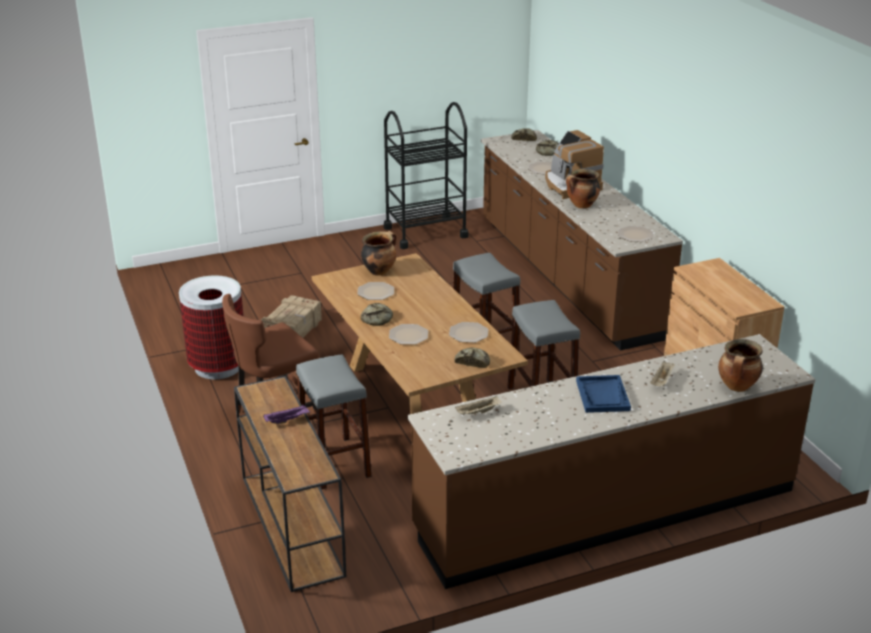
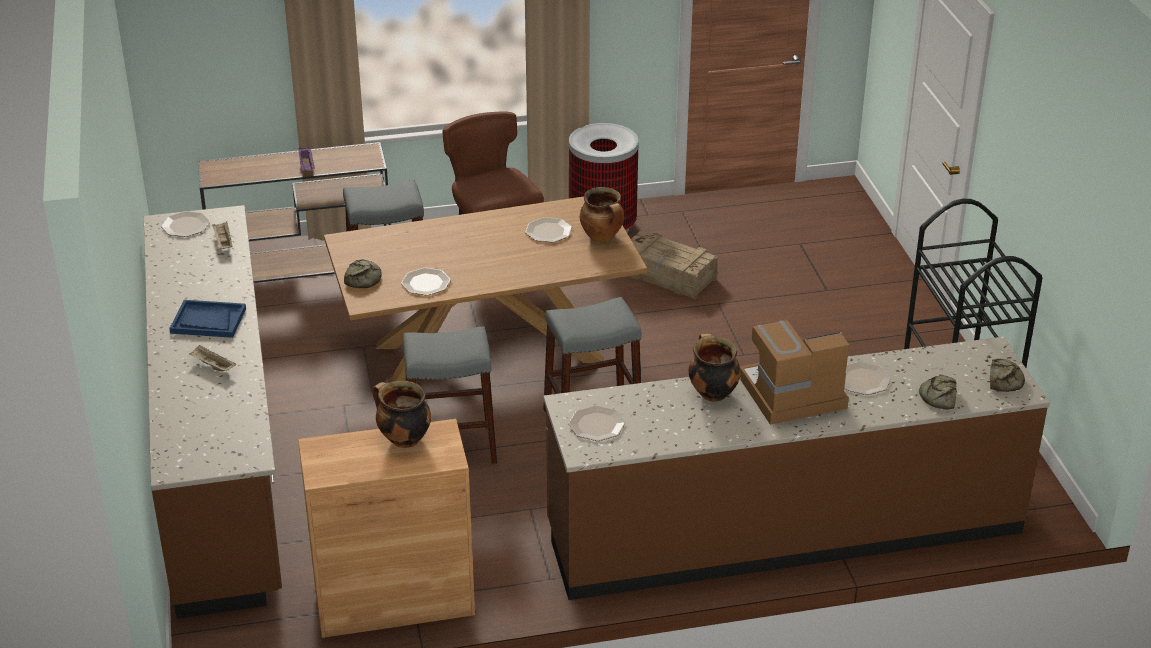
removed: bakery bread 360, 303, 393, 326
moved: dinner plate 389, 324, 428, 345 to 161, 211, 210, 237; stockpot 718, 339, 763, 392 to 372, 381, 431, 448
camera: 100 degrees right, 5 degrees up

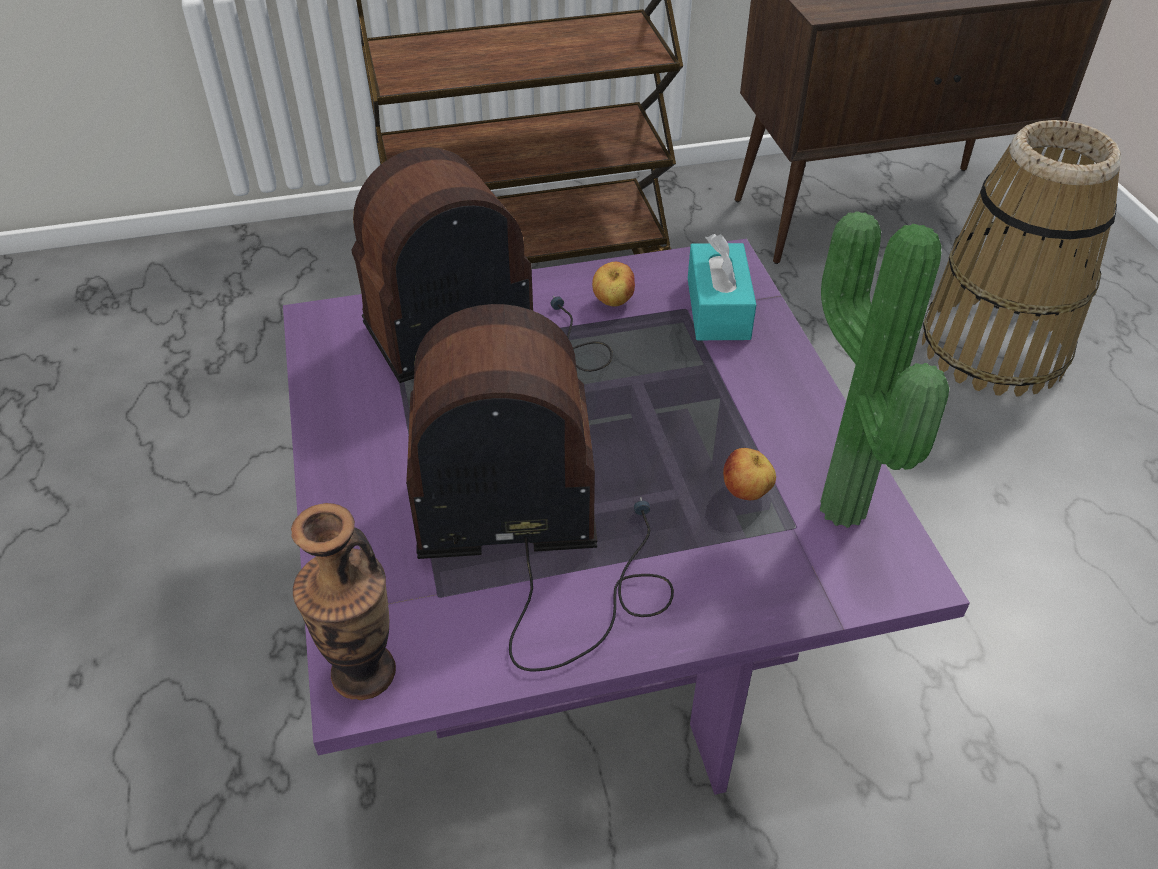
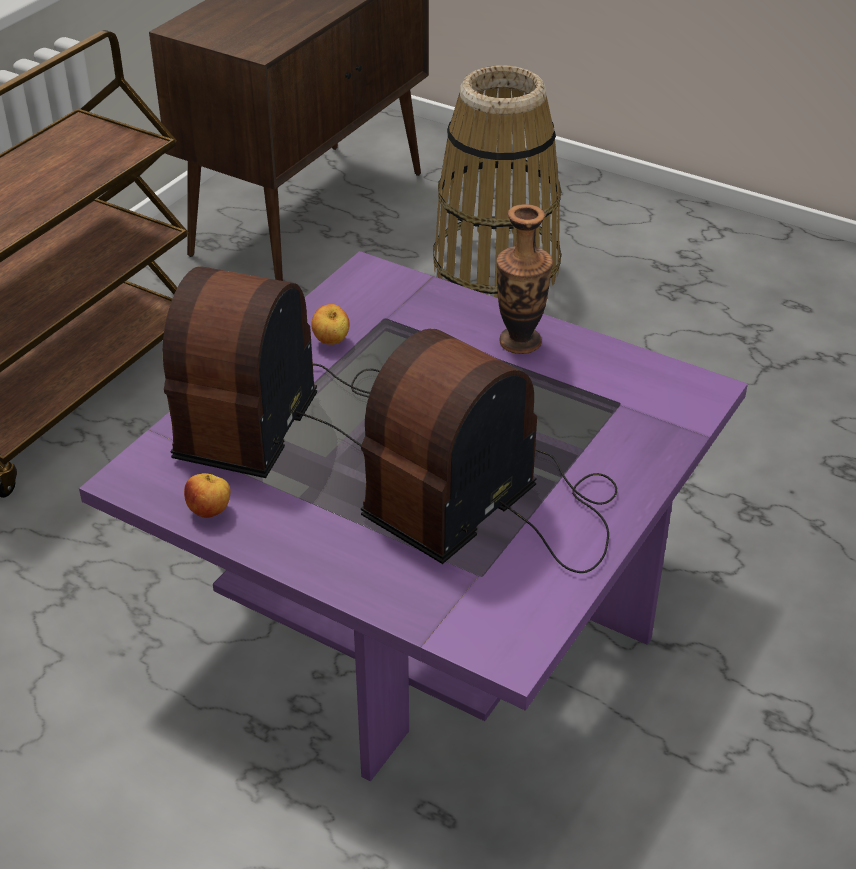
removed: turquoise box of tissues 688, 234, 756, 340; plant in a pot 820, 211, 949, 528
moved: whole apple 723, 448, 776, 500 to 184, 473, 231, 518; flower vase 291, 503, 396, 700 to 496, 204, 553, 354
camera: 45 degrees left, 5 degrees down

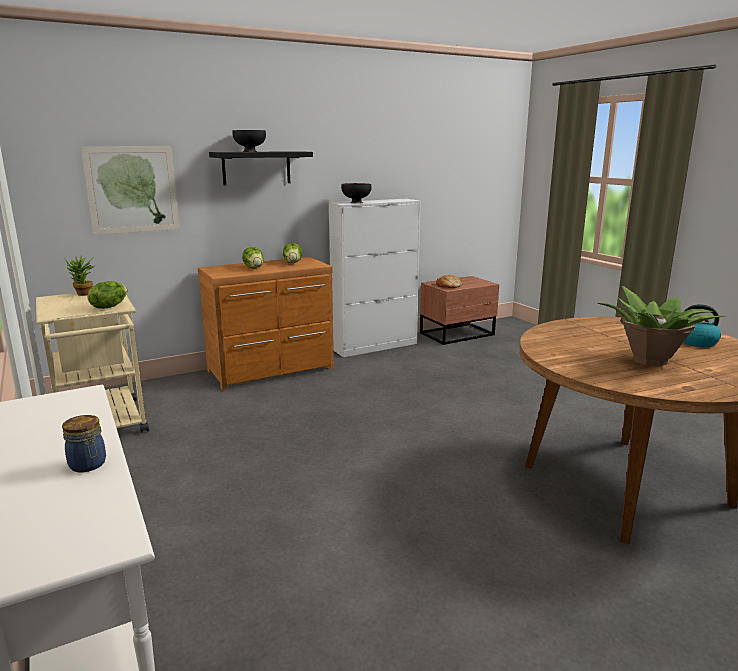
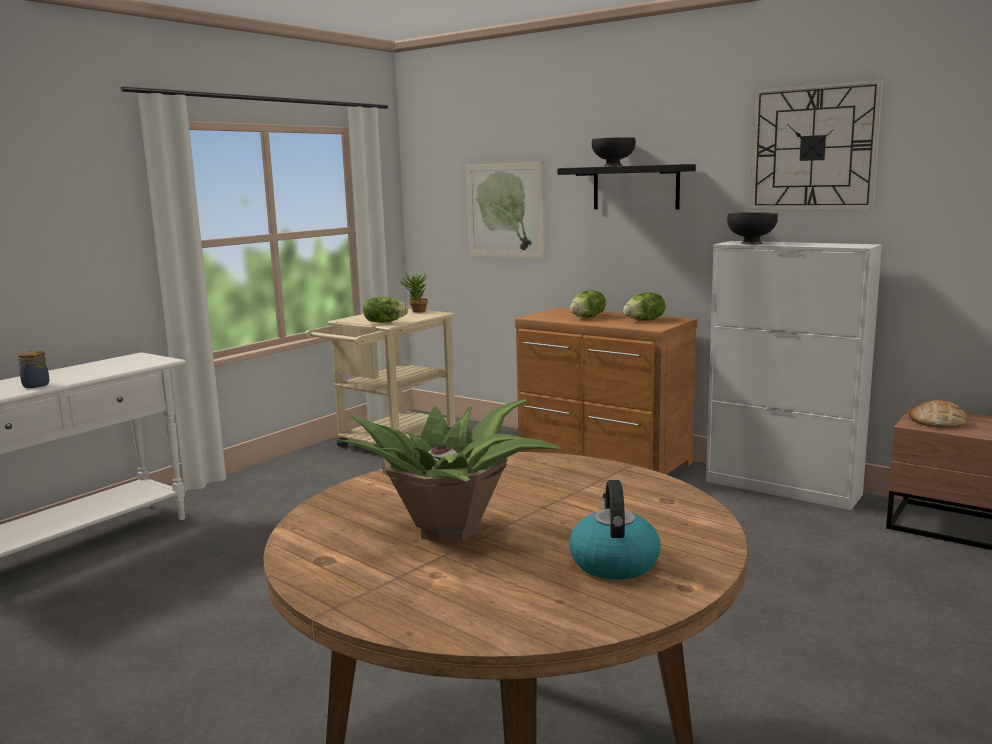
added: clock on the wall 750, 79, 883, 210
camera: 65 degrees right, 5 degrees down

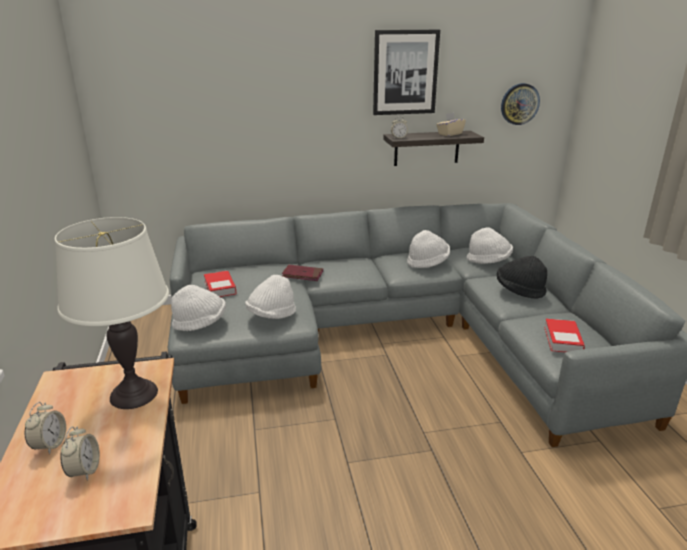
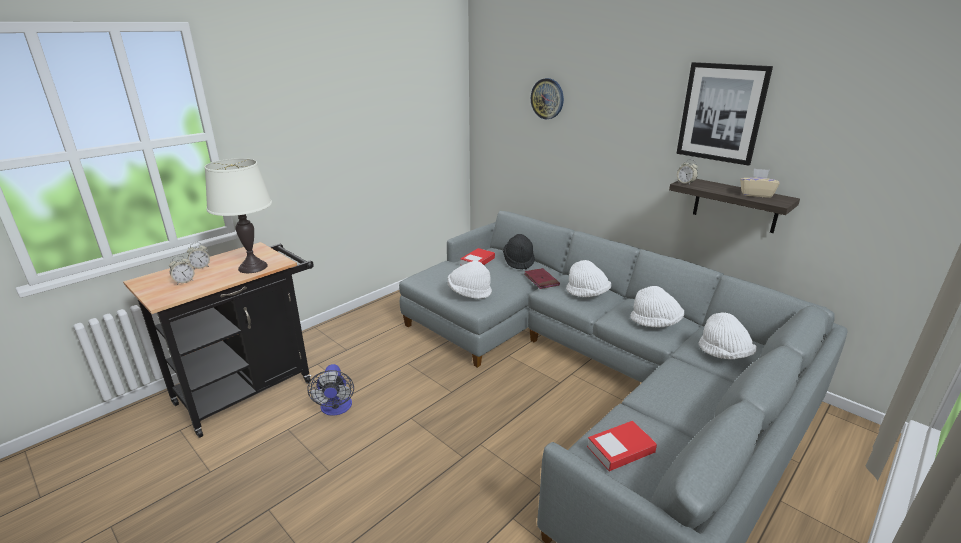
added: cooling fan 307, 364, 354, 416
moved: black-coloured hat 497, 256, 547, 299 to 503, 234, 535, 269; clock on the wall 501, 83, 540, 125 to 531, 78, 564, 119; white hat 171, 285, 226, 331 to 566, 260, 611, 297
camera: 55 degrees right, 0 degrees up

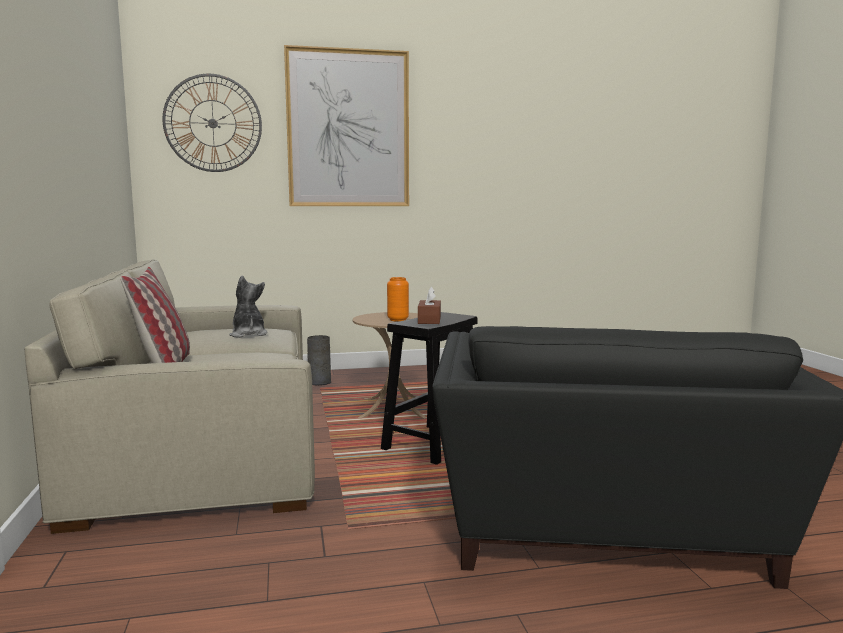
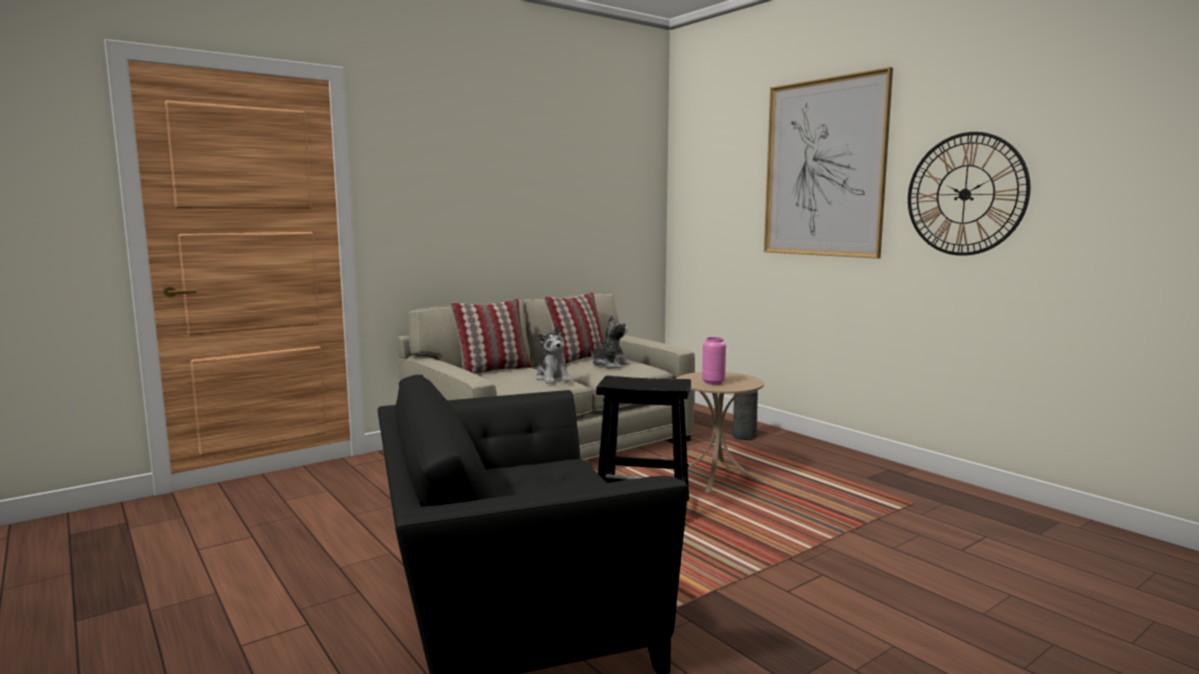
removed: brown-coloured box of tissues 418, 287, 441, 324
added: cuddly toy 536, 325, 571, 384; cushion 544, 292, 604, 363
moved: clock on the wall 163, 74, 262, 172 to 908, 132, 1031, 256
recoloured: orange-coloured flower vase 387, 277, 409, 322 to pink-coloured flower vase 702, 337, 726, 385
camera: 65 degrees right, 0 degrees up

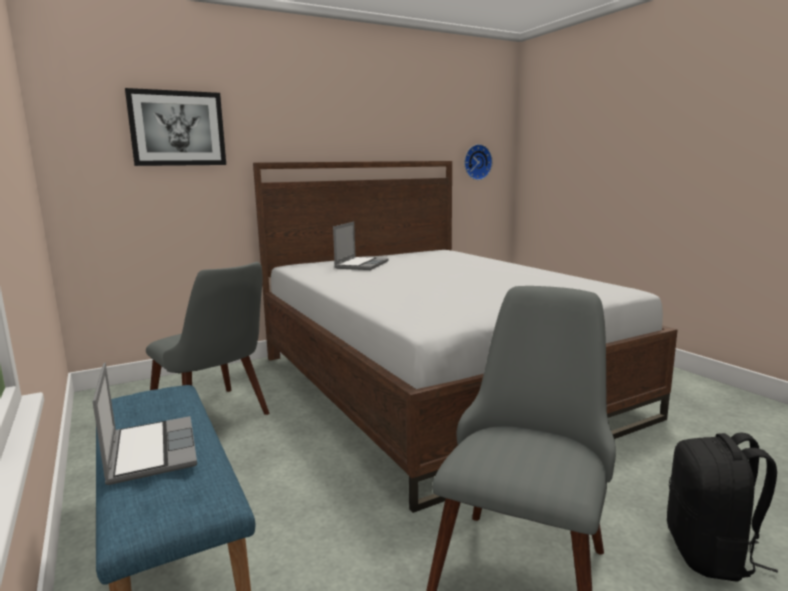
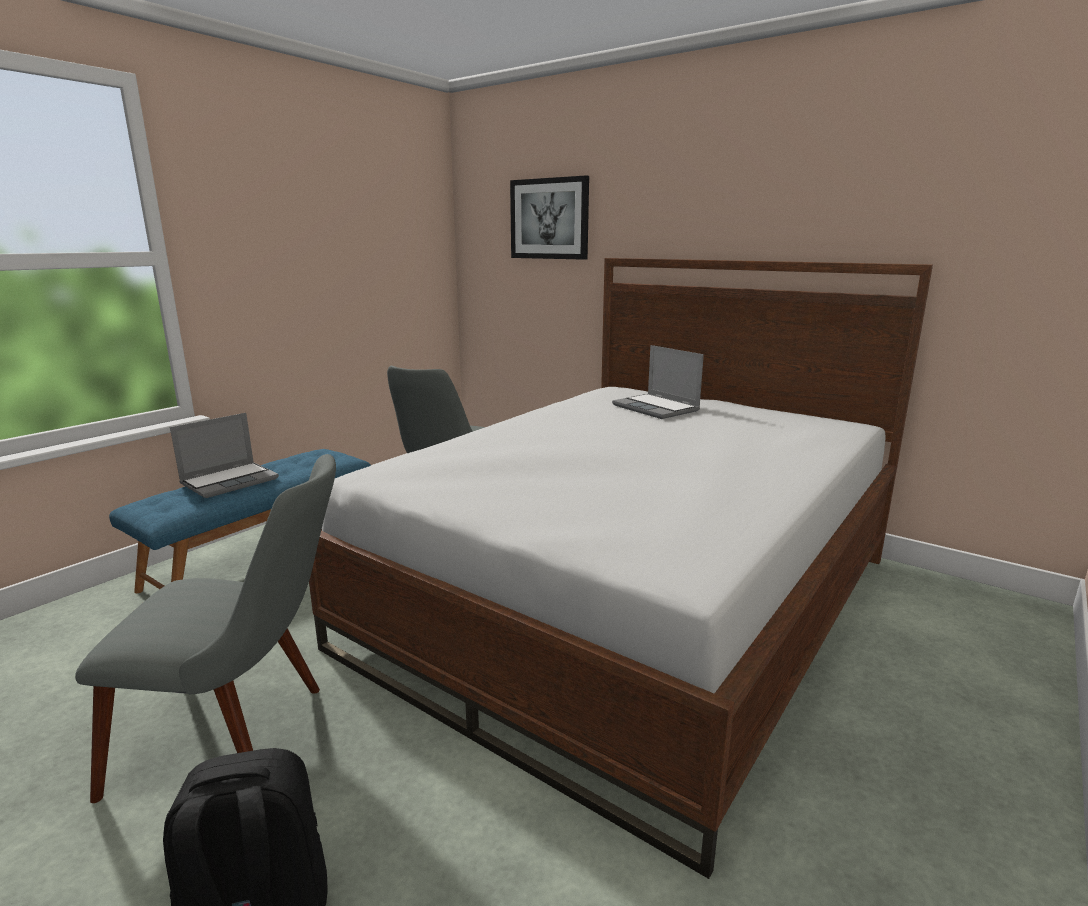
removed: clock on the wall 464, 144, 493, 180
turned: notebook computer 333, 222, 388, 270 = 612, 345, 704, 419 60 degrees clockwise
camera: 65 degrees right, 5 degrees up

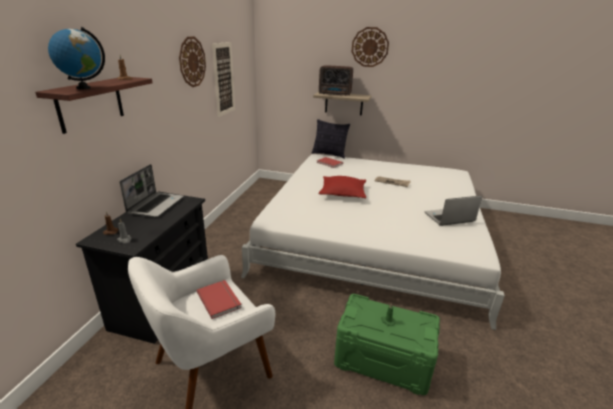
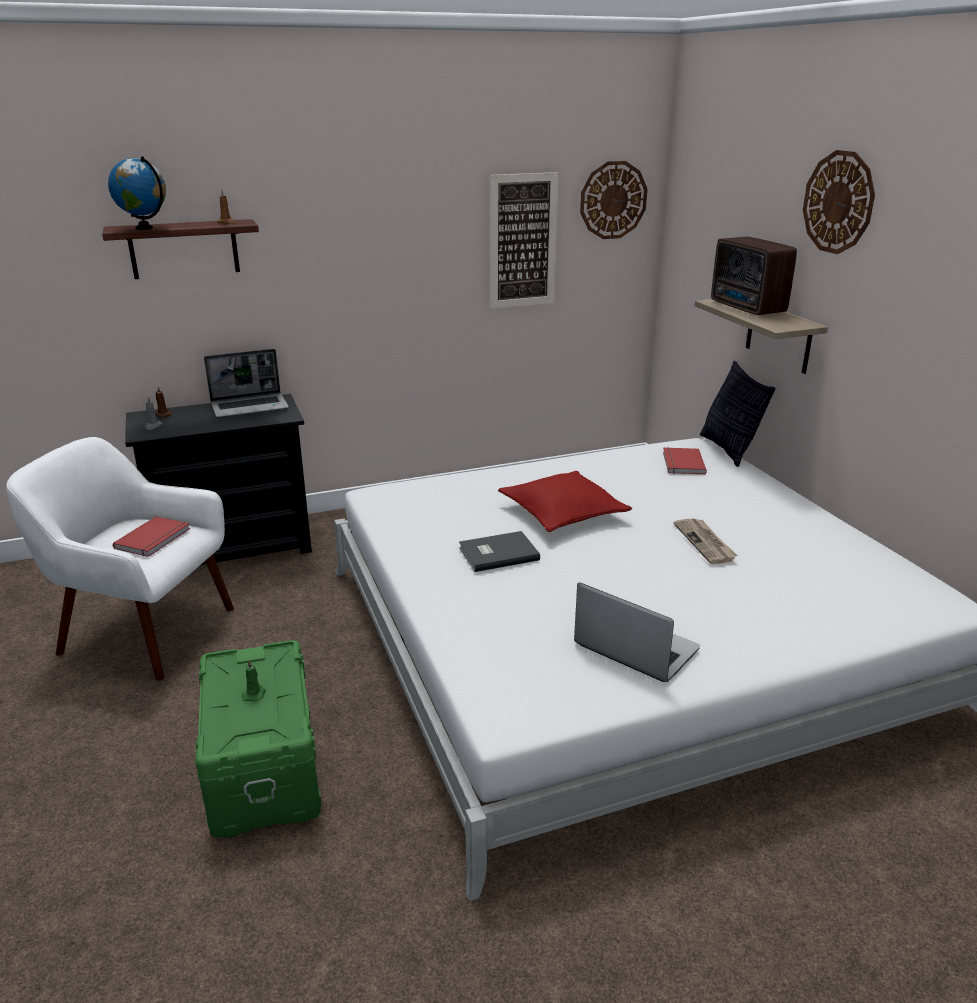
added: gray book 459, 531, 540, 572
moved: clock on the wall 179, 36, 206, 87 to 580, 161, 647, 239
camera: 55 degrees right, 0 degrees up

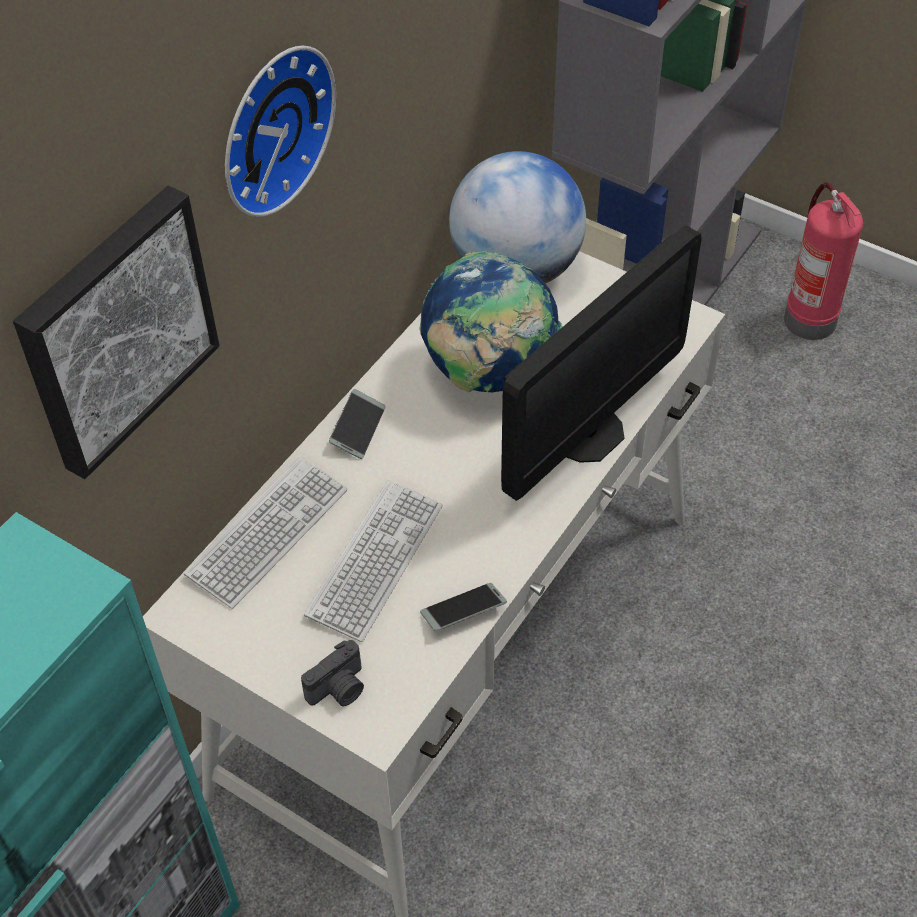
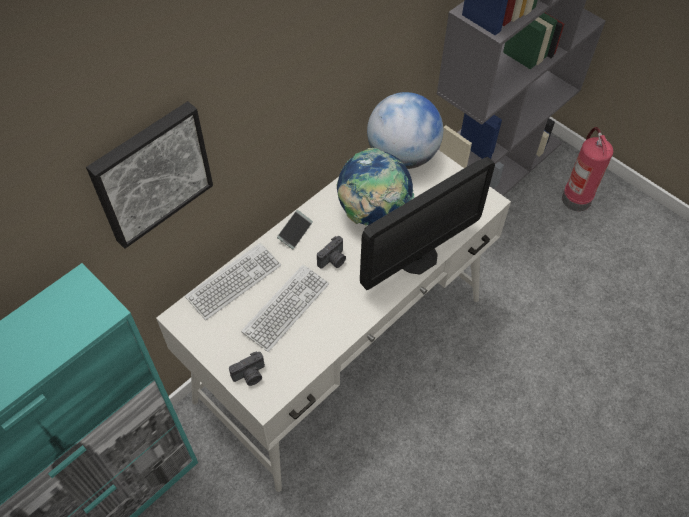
removed: clock on the wall 225, 46, 336, 217; phone 420, 583, 507, 631
added: still camera 317, 236, 346, 269
camera: 10 degrees right, 5 degrees up

